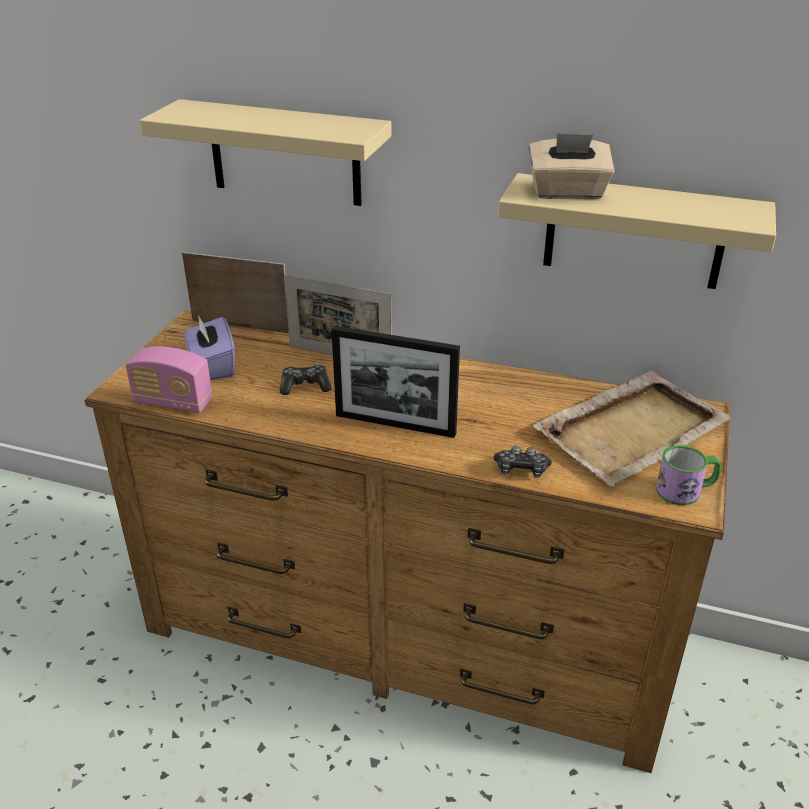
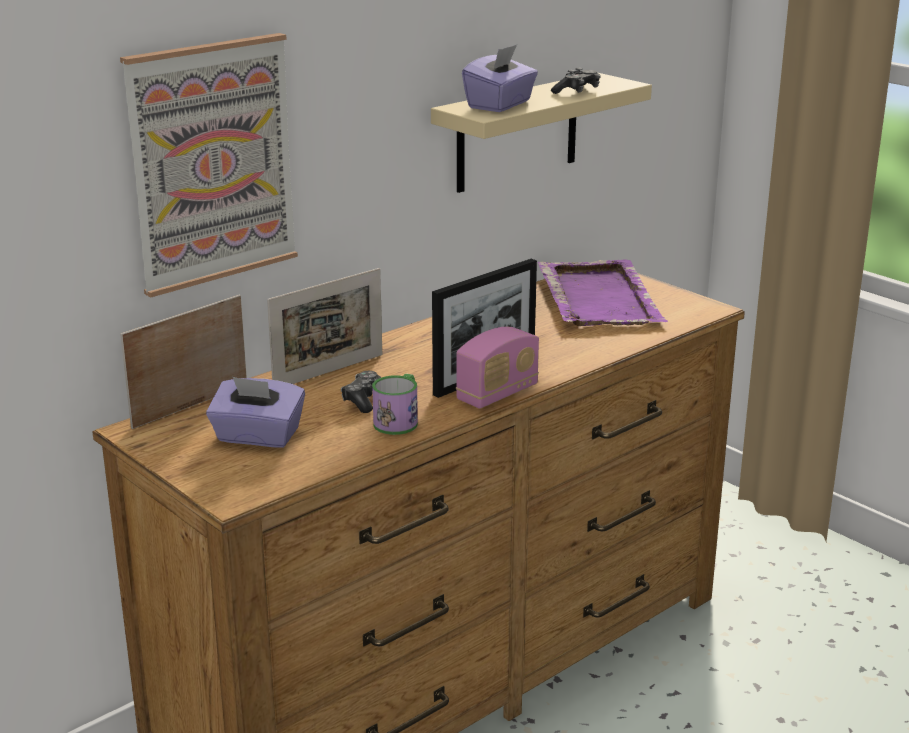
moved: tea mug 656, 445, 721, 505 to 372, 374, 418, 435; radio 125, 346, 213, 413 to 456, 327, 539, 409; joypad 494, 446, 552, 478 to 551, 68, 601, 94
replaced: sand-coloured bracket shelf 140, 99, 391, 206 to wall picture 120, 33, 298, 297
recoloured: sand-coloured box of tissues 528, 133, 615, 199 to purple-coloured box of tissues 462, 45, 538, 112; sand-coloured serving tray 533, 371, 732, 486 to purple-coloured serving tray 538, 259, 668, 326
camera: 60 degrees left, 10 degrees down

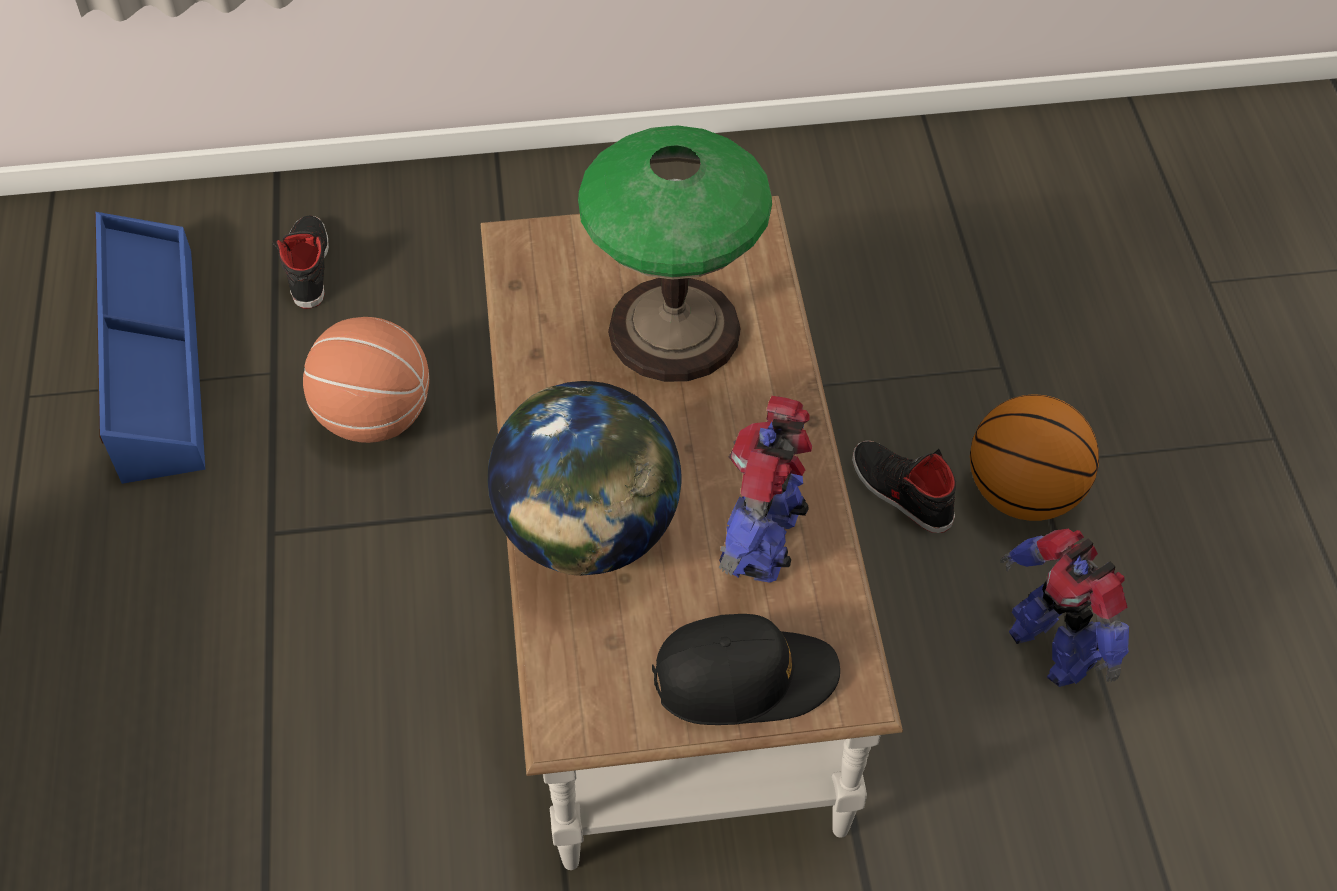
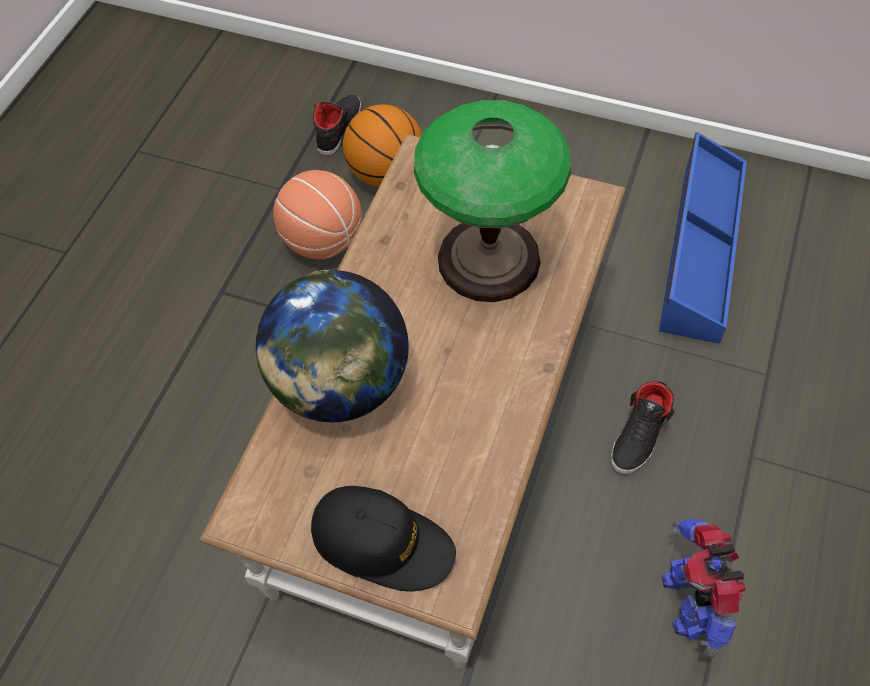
removed: robot figure 719, 396, 812, 583
moved: ball for basketball 970, 394, 1099, 521 to 343, 104, 422, 187; blue storage box 95, 212, 206, 484 to 659, 132, 747, 344
turned: black-coloured item of footwear 852, 441, 956, 533 = 611, 381, 674, 474 135 degrees counterclockwise
camera: 30 degrees right, 5 degrees up

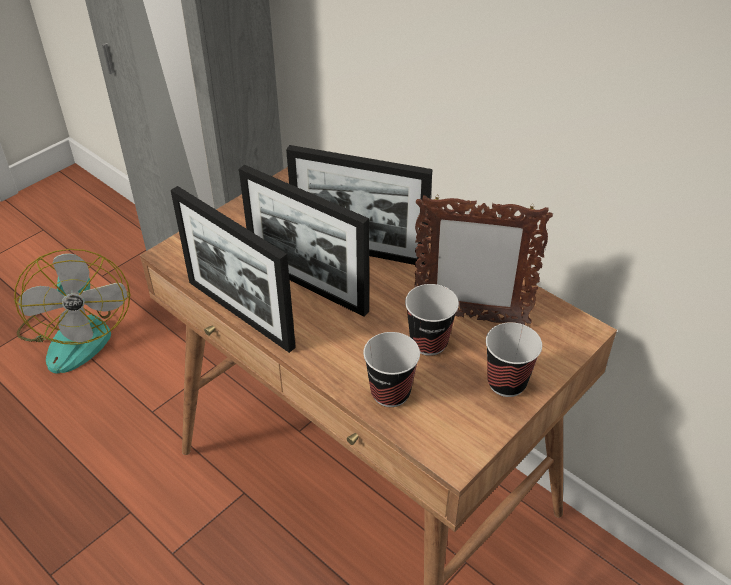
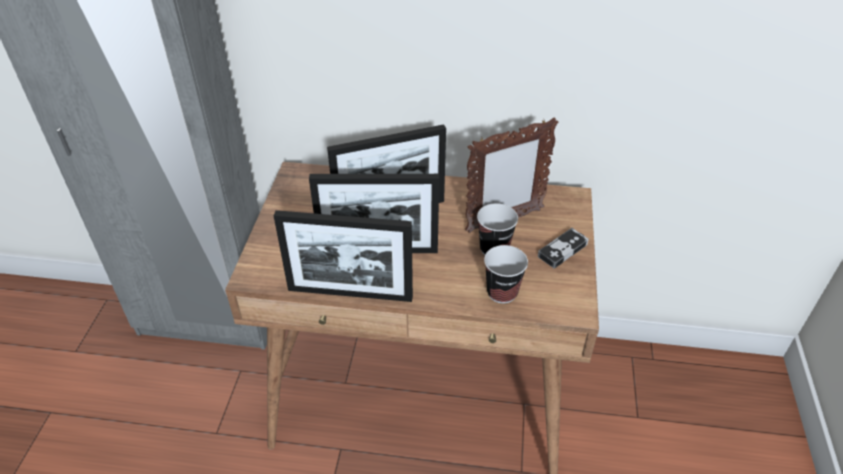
removed: cooling fan 14, 249, 130, 374
replaced: small cup 486, 322, 542, 397 to joypad 538, 228, 589, 269
camera: 35 degrees left, 0 degrees up

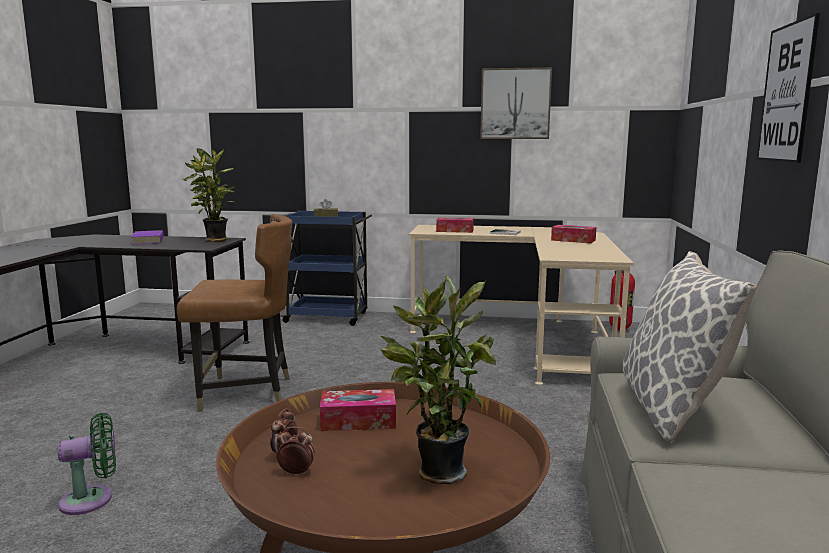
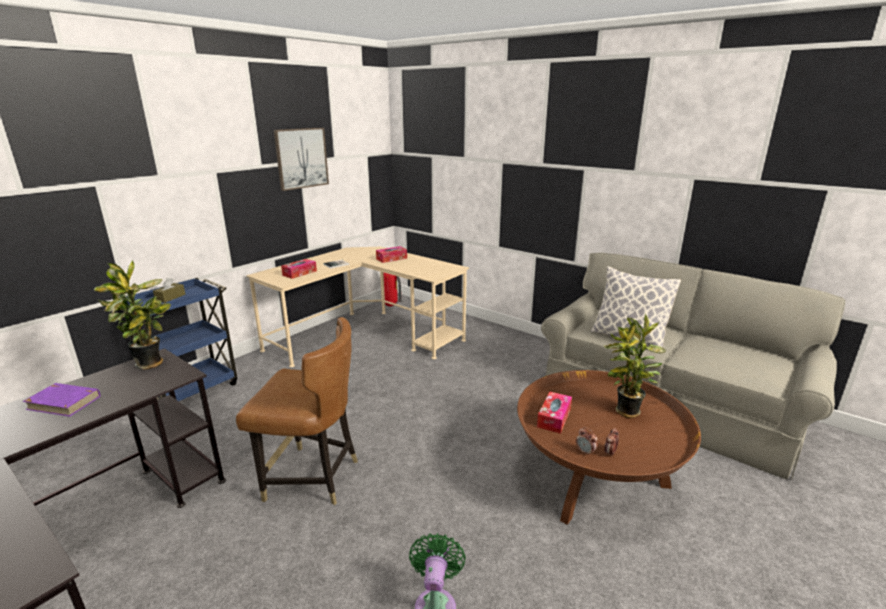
removed: wall picture 757, 13, 820, 163
turned: brown-coloured plain chair 177, 214, 292, 412 = 236, 317, 358, 505 75 degrees clockwise
camera: 60 degrees left, 10 degrees up

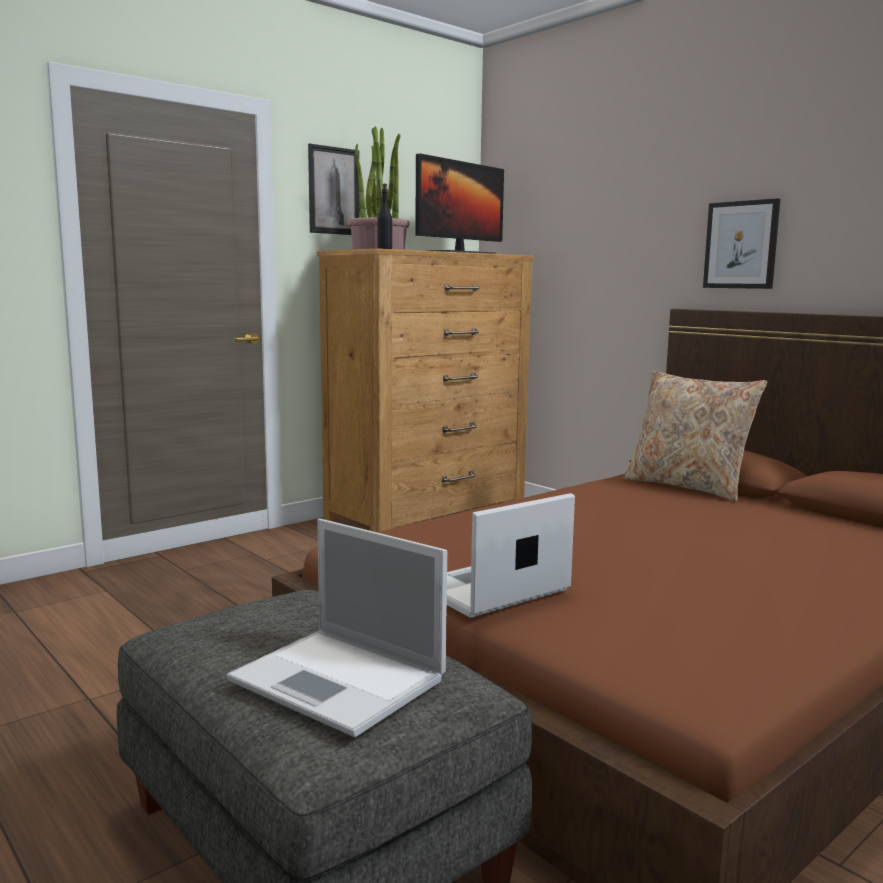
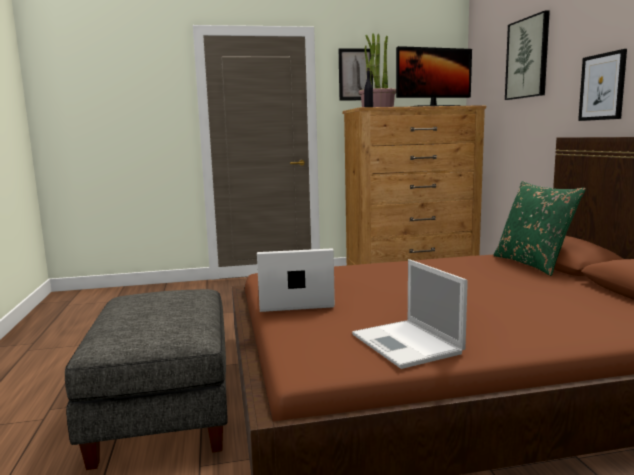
added: wall picture 505, 10, 550, 100
moved: notebook computer 227, 519, 447, 737 to 352, 259, 468, 369
recoloured: sand-coloured cushion 624, 370, 767, 502 to green cushion 494, 181, 586, 276
camera: 30 degrees right, 0 degrees up

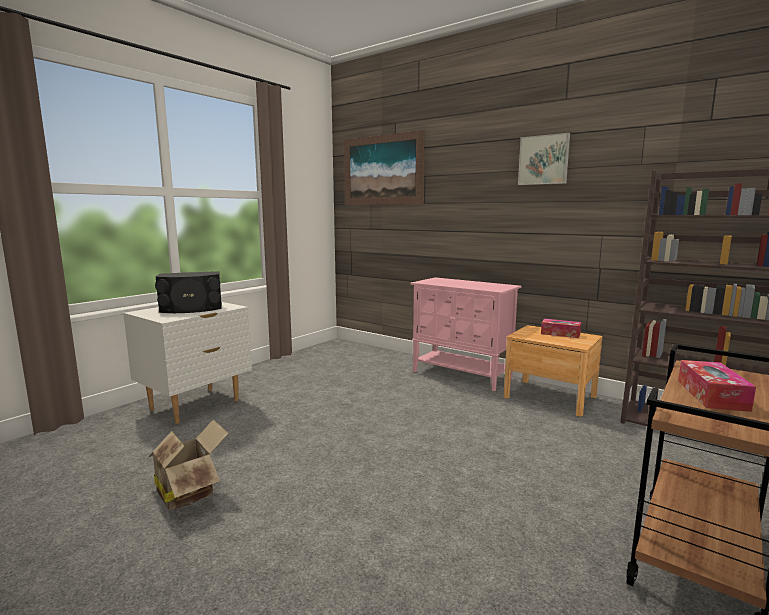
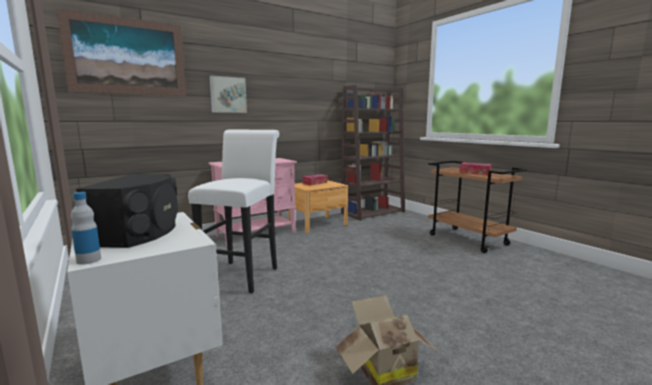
added: drink bottle 71, 192, 101, 265; white sitting stool 188, 129, 279, 293
moved: wall picture 518, 133, 570, 185 to 210, 76, 247, 113
camera: 70 degrees left, 0 degrees up

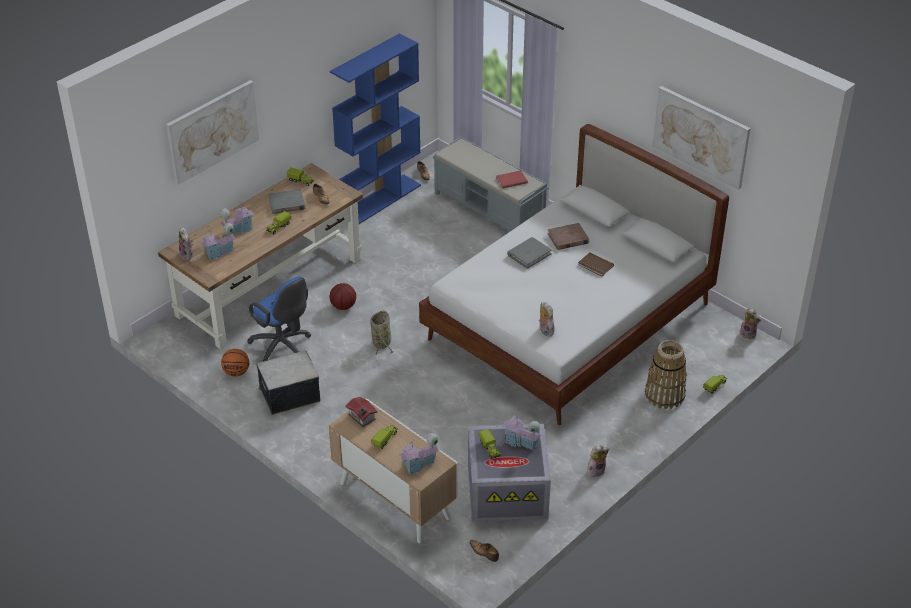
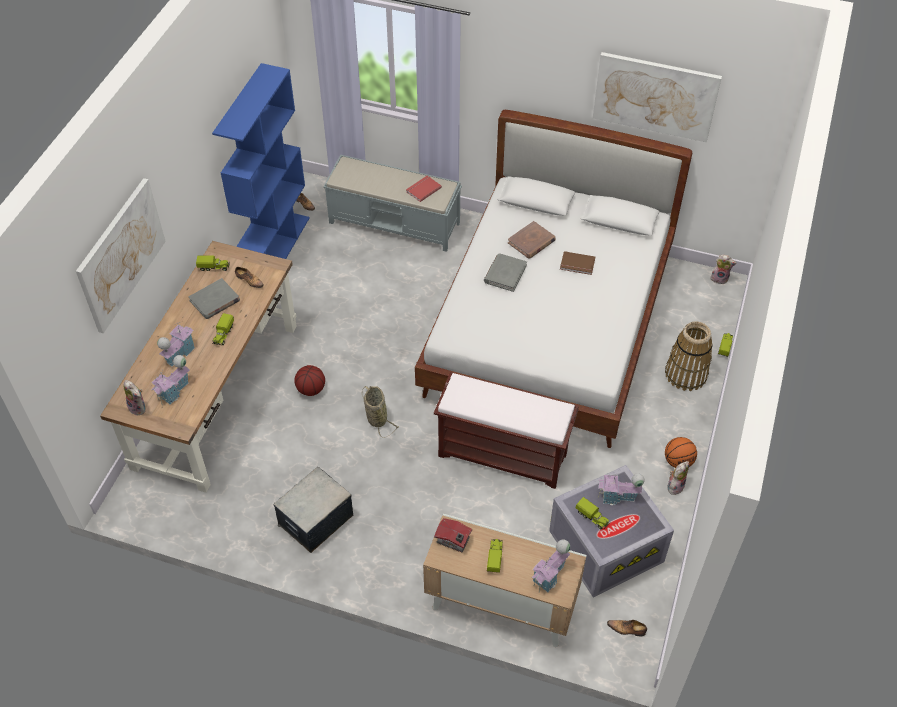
removed: blue desk chair 247, 276, 311, 362; cuddly toy 539, 302, 555, 336
added: brown-coloured indoor bench 434, 372, 579, 489
moved: ball for basketball 221, 349, 249, 377 to 665, 437, 697, 468
camera: 25 degrees left, 10 degrees up

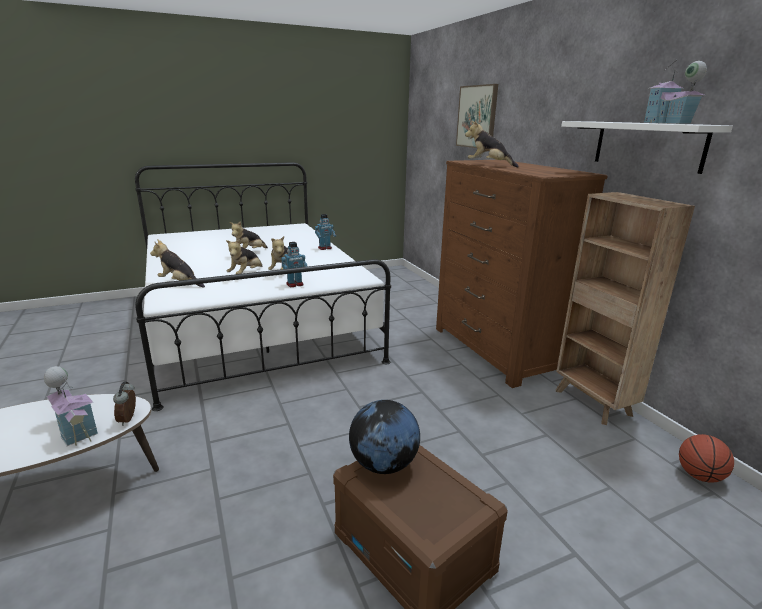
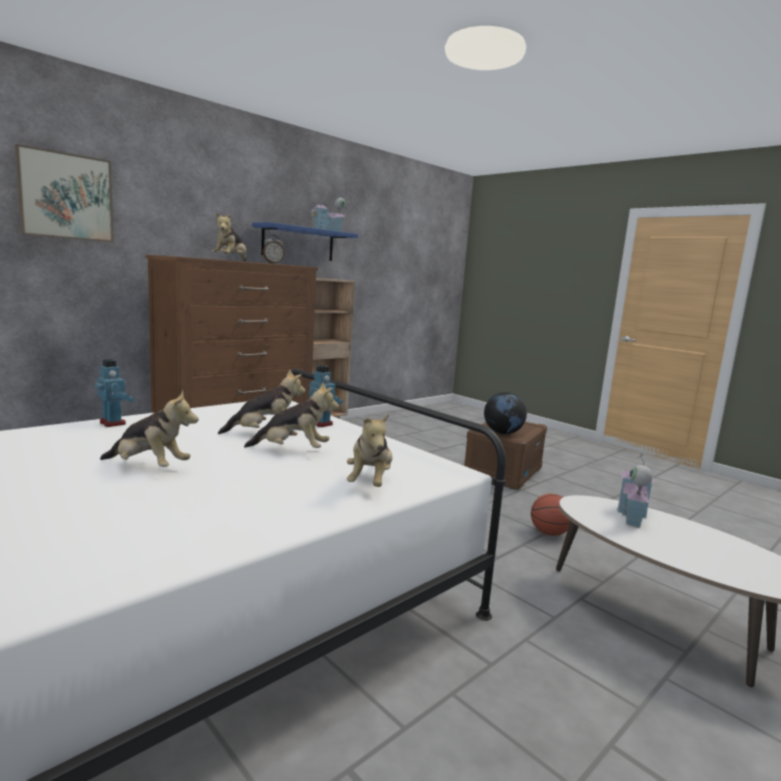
moved: table clock 113, 382, 136, 426 to 263, 235, 285, 264; ball for basketball 679, 434, 734, 483 to 531, 494, 570, 536
recoloured: white bracket shelf 561, 121, 733, 174 to blue bracket shelf 252, 222, 358, 261
camera: 110 degrees left, 10 degrees down

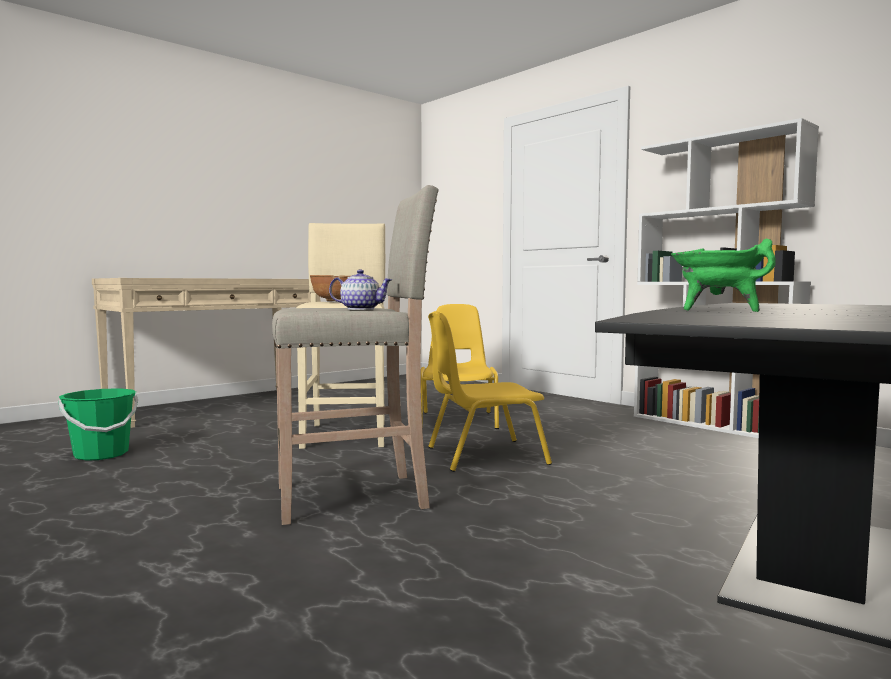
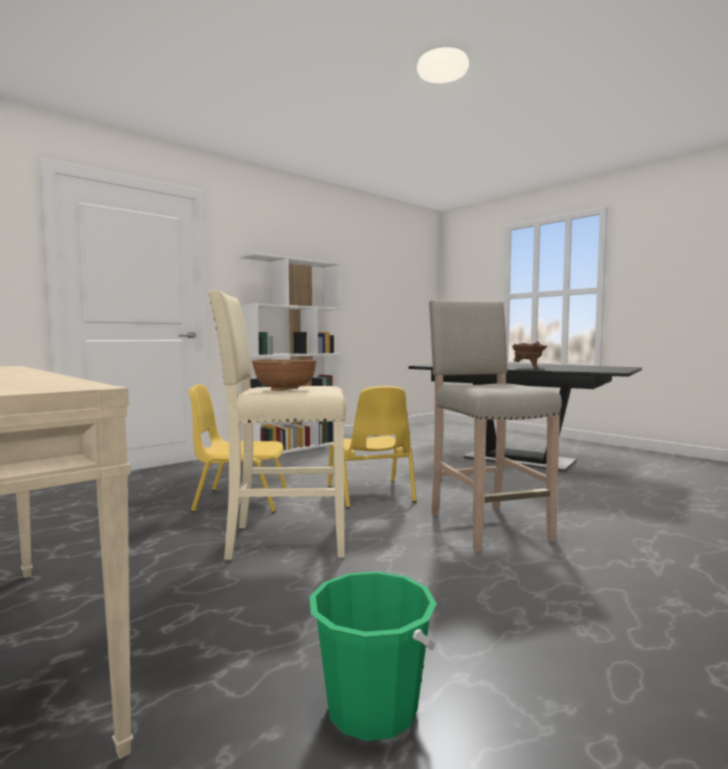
removed: tea pot 329, 270, 393, 310
recoloured: green stockpot 671, 239, 776, 312 to brown-coloured stockpot 511, 341, 547, 369
camera: 90 degrees left, 0 degrees up

